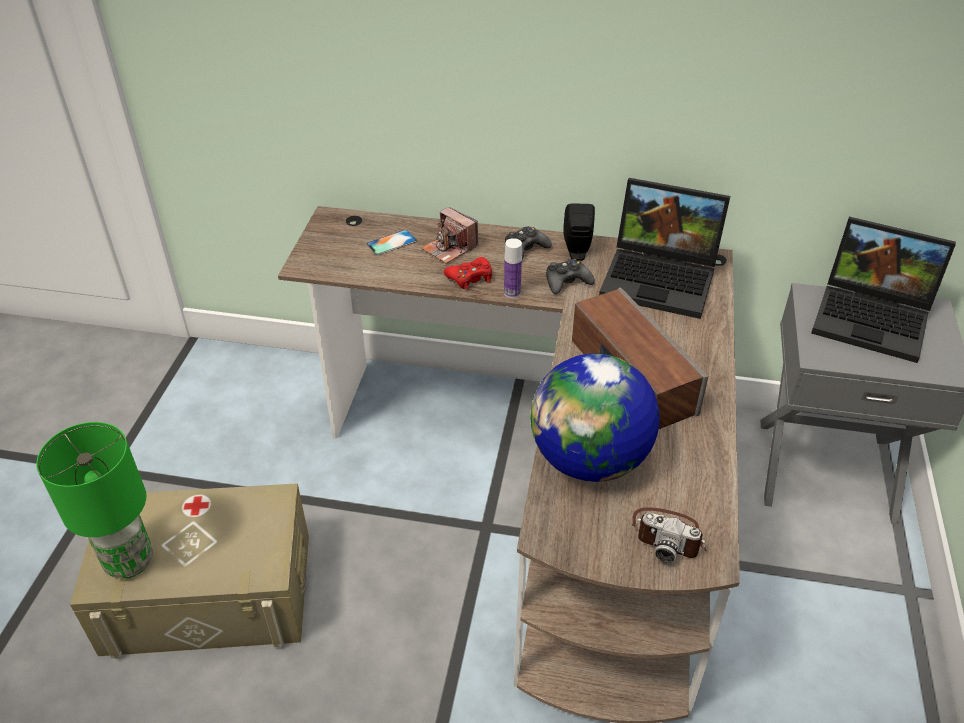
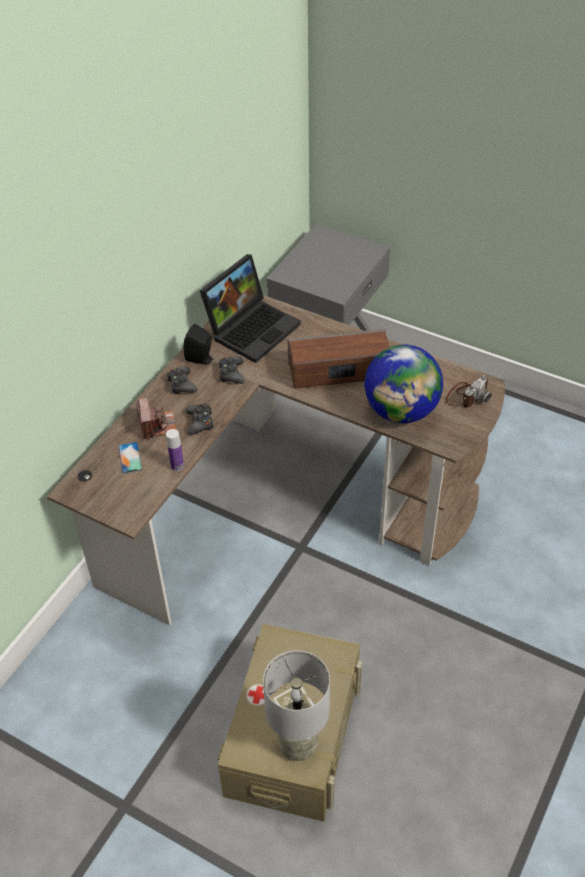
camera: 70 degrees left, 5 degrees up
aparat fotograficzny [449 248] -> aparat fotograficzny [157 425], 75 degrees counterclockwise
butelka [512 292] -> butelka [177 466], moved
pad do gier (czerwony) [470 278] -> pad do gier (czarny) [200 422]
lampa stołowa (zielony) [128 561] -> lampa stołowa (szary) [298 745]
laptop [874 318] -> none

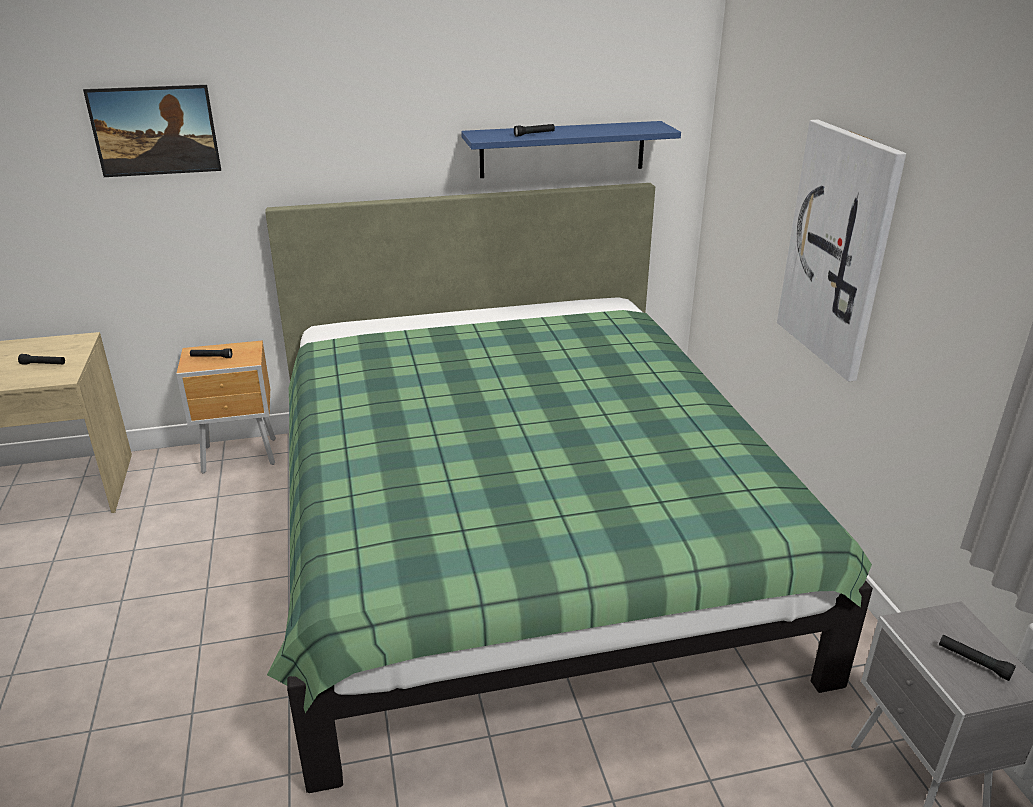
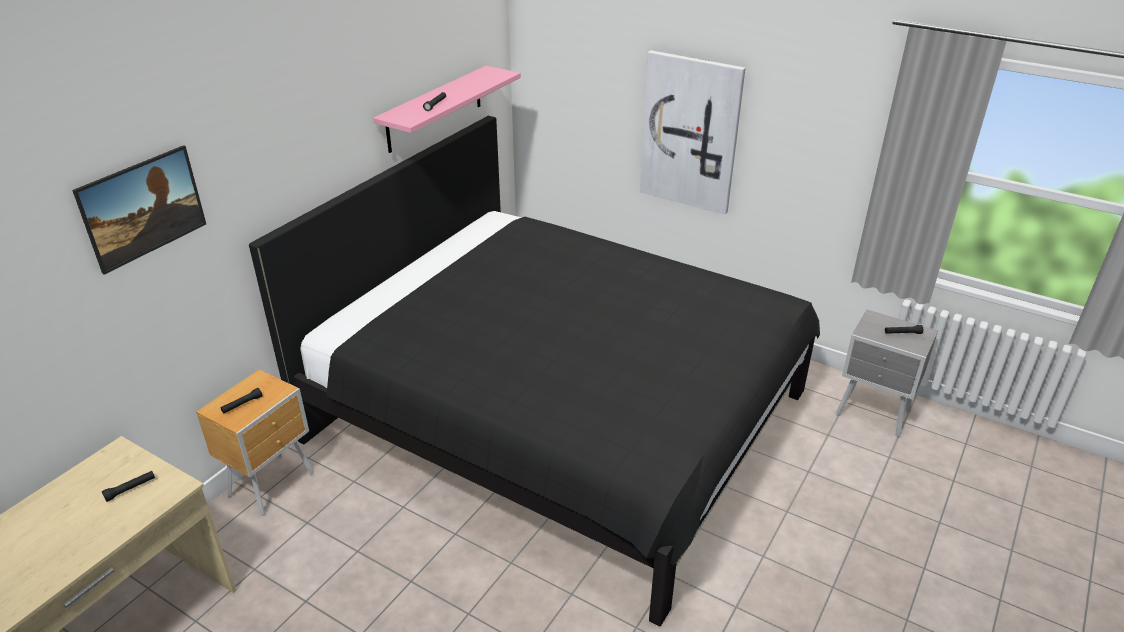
camera: 45 degrees left, 5 degrees up
łóżko (zielony) [517 539] -> łóżko (czarny) [560 417]
półka (niebieski) [562 149] -> półka (różowy) [435 109]

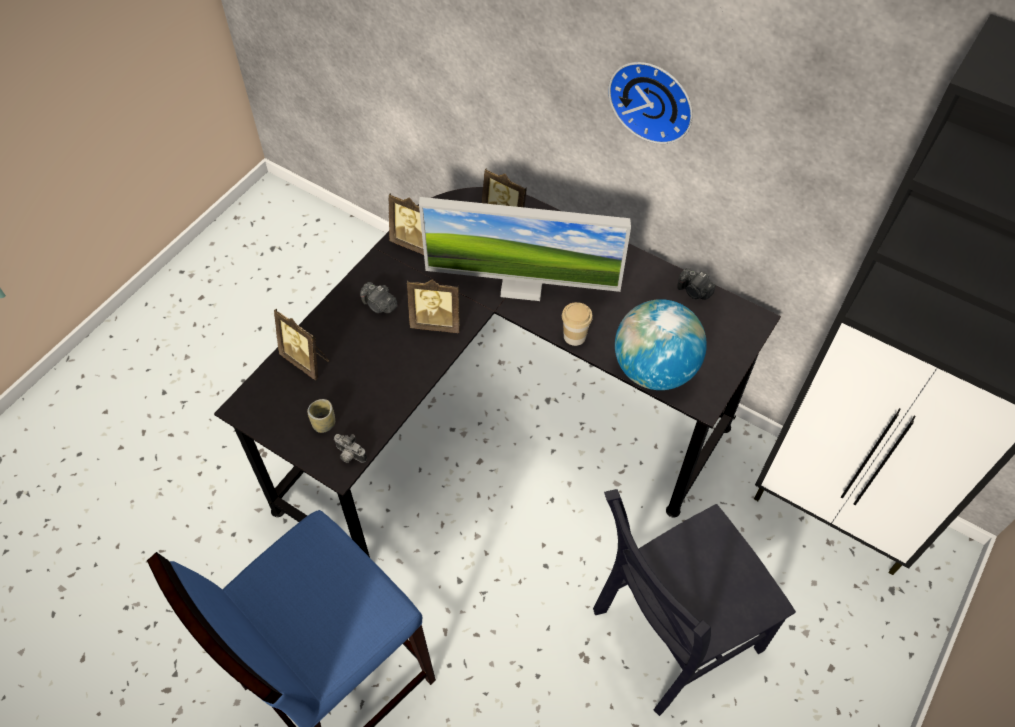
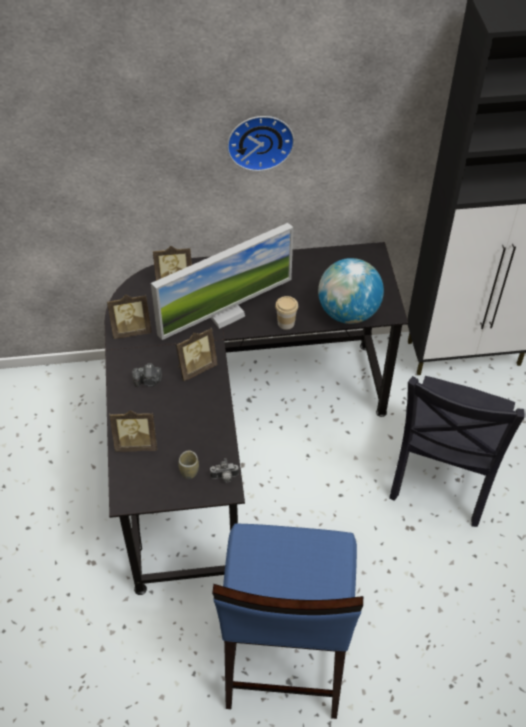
camera: 40 degrees left, 5 degrees down
aparat fotograficzny [694 291] -> none

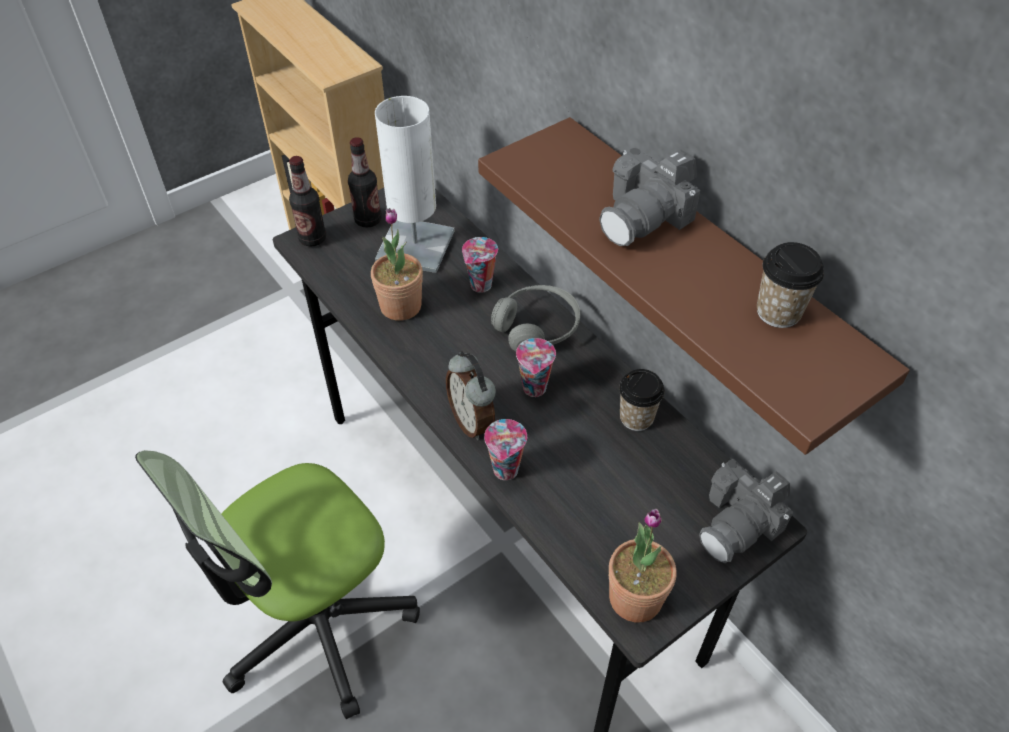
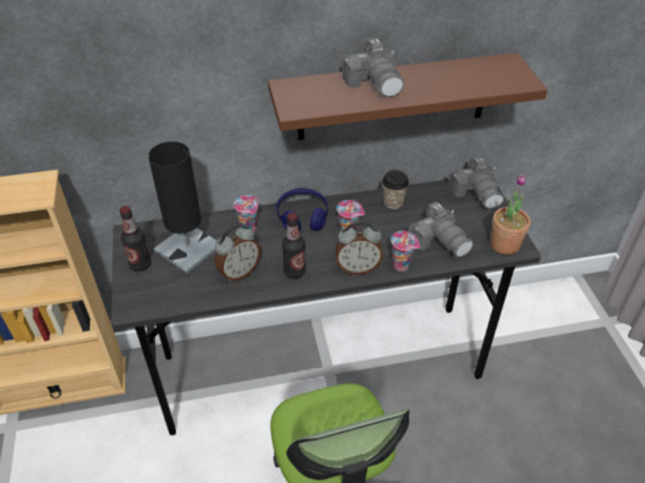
camera: 65 degrees left, 5 degrees down
lampa stołowa (biały) [415 246] -> lampa stołowa (czarny) [188 248]
roślina doniczkowa [400 306] -> budzik [239 272]
słuchawki (szary) [537 328] -> słuchawki (niebieski) [302 217]
butelka [312 239] -> butelka [294 272], moved
none -> aparat fotograficzny [440 241]
filiżanka [778 312] -> none

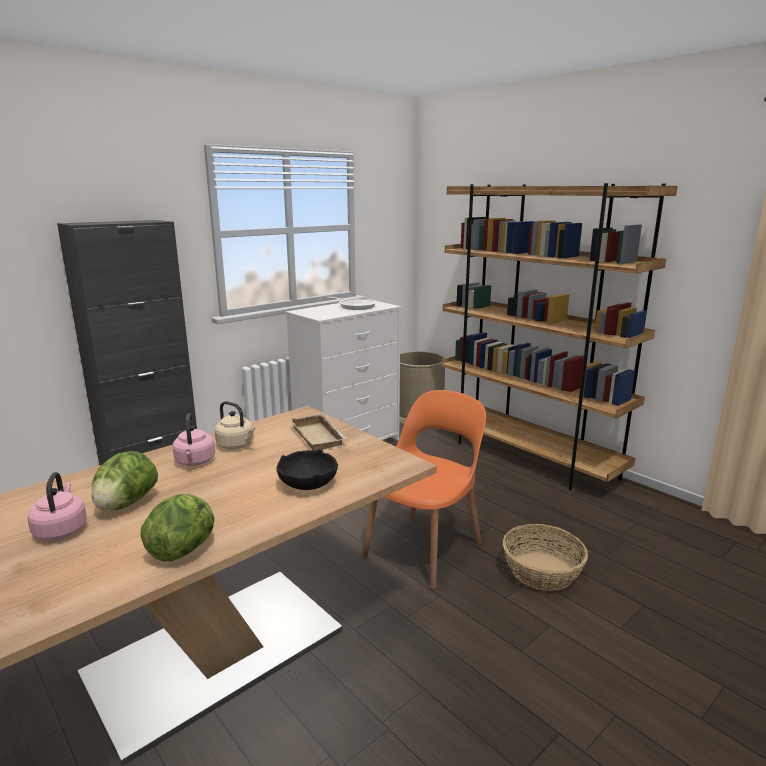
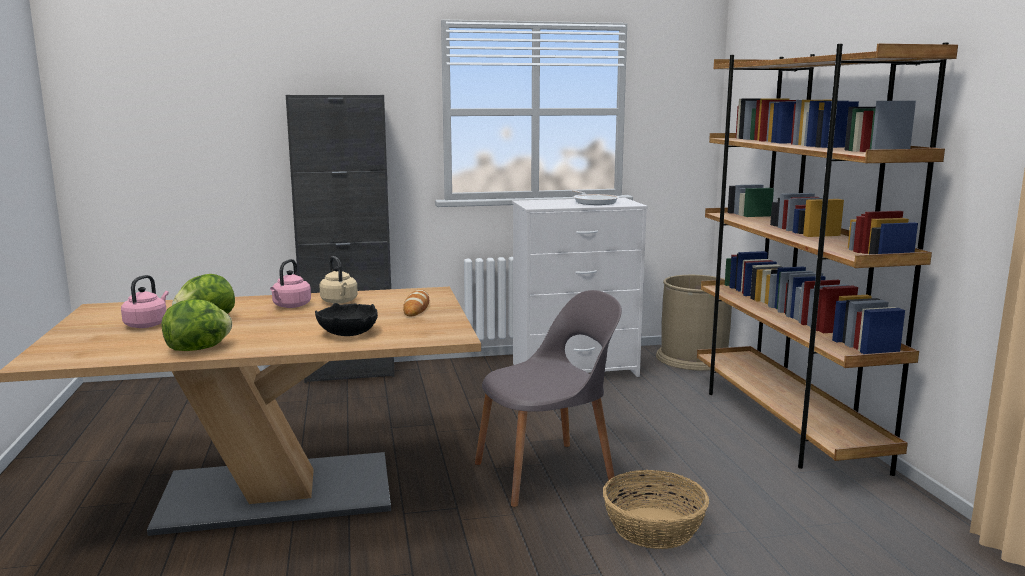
camera: 30 degrees right, 5 degrees down
taca (beżowy) [320 437] -> chleb [416 307]
krzesło (pomarańczowy) [425 547] -> krzesło (szary) [547 473]

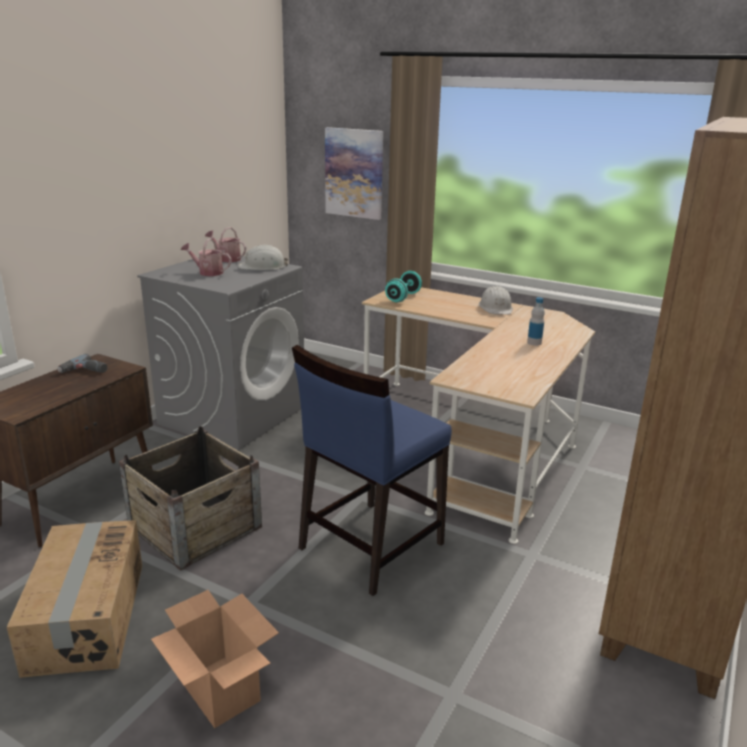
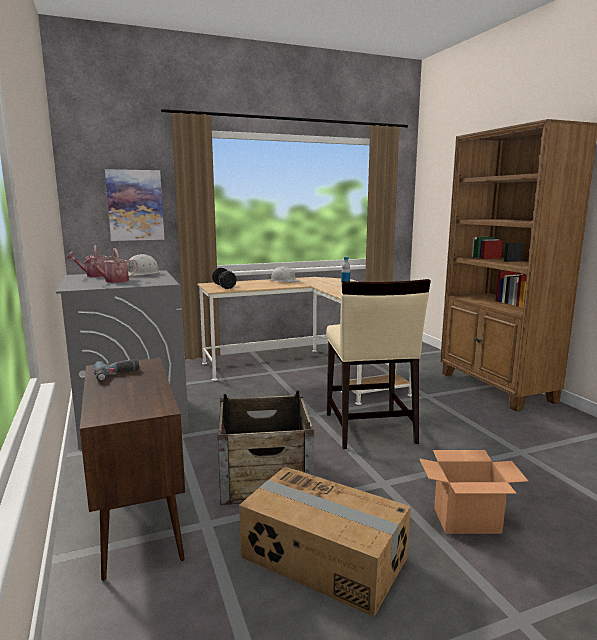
camera: 50 degrees left, 10 degrees down
hantel (turkusowy) [403 297] -> hantel (czarny) [224 287]
krzesło (niebieski) [369 546] -> krzesło (beżowy) [369 428]

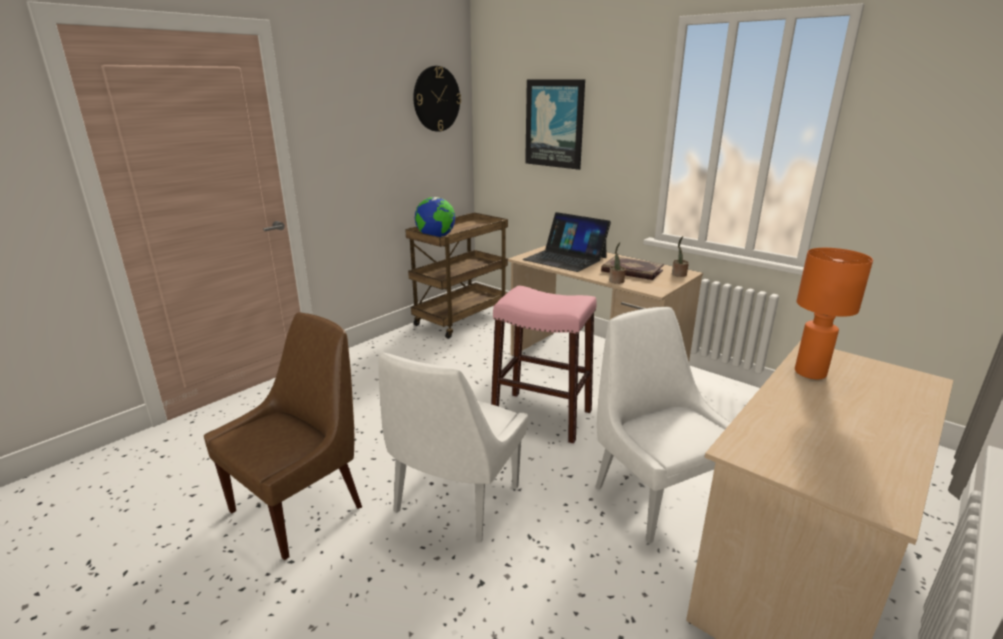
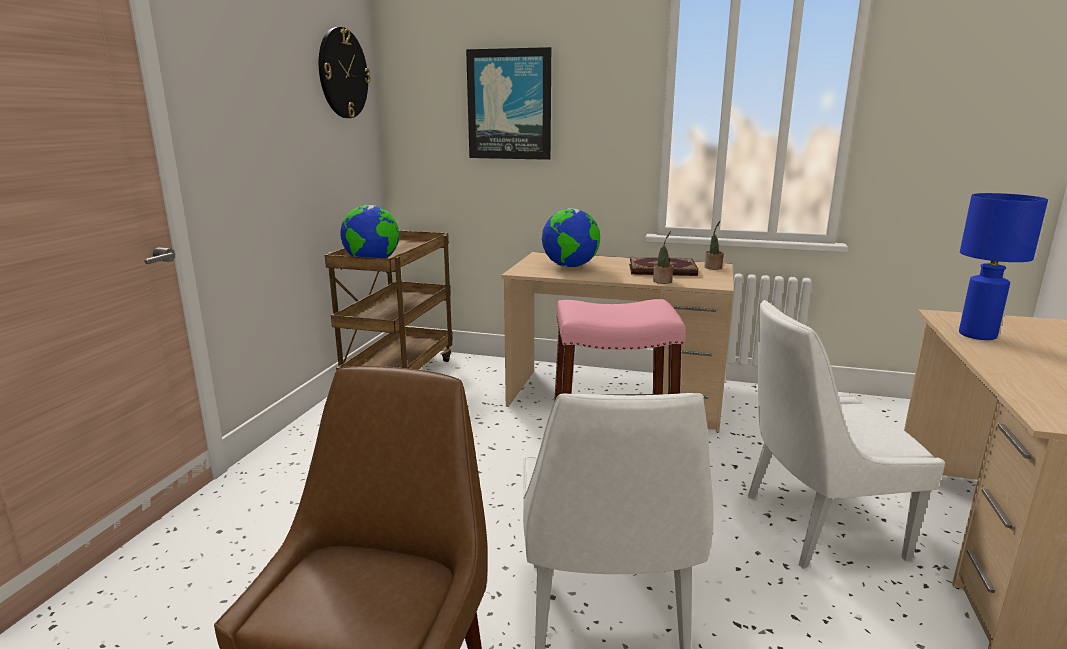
camera: 25 degrees left, 5 degrees down
laptop [565 258] -> globus [570 267]
krzesło (biały) [655 495] -> krzesło (biały) [816 526], 45 degrees counterclockwise
lampa stołowa (pomarańczowy) [810 373] -> lampa stołowa (niebieski) [977 335]

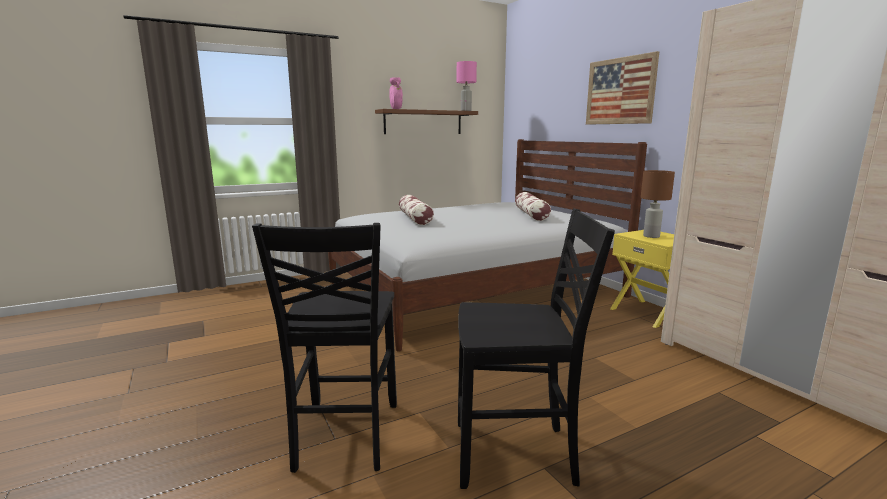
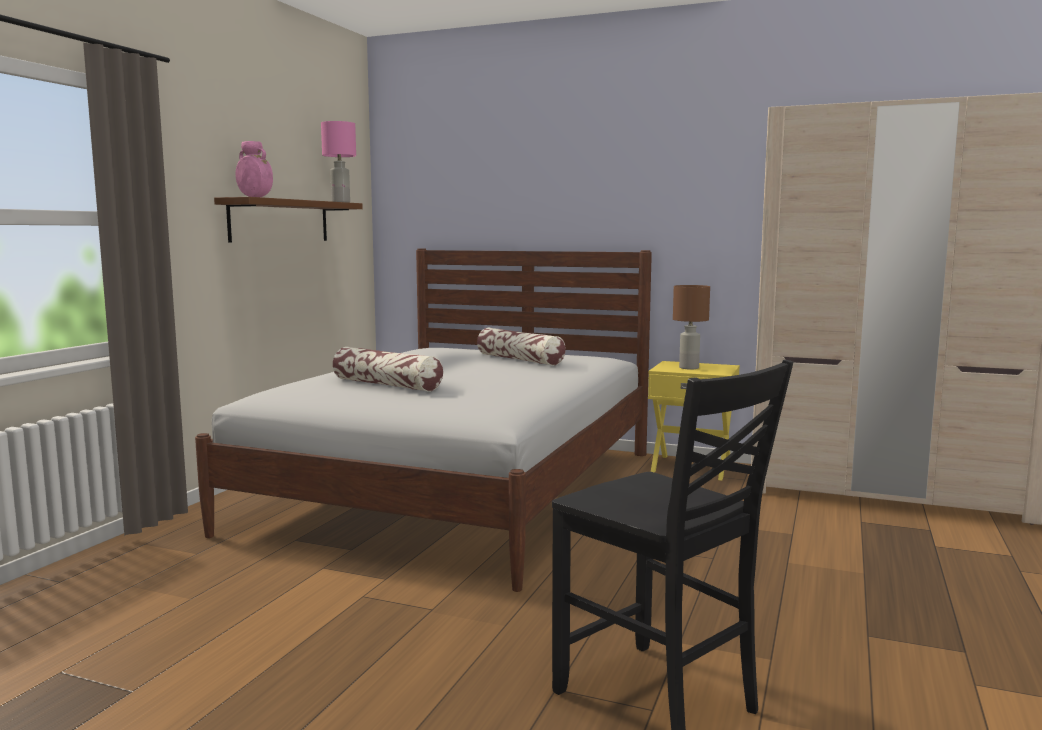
camera: 40 degrees left, 5 degrees down
krzesło (czarny) [516 455] -> none
obraz [620 91] -> none

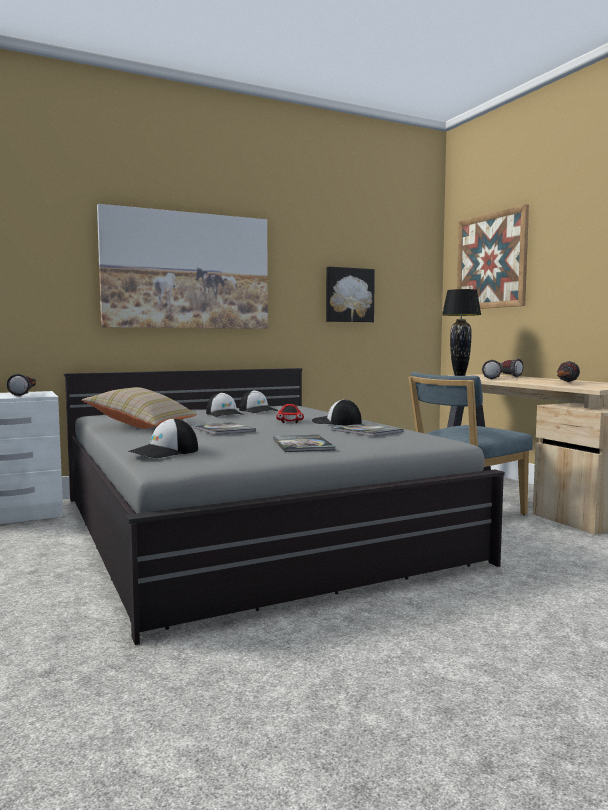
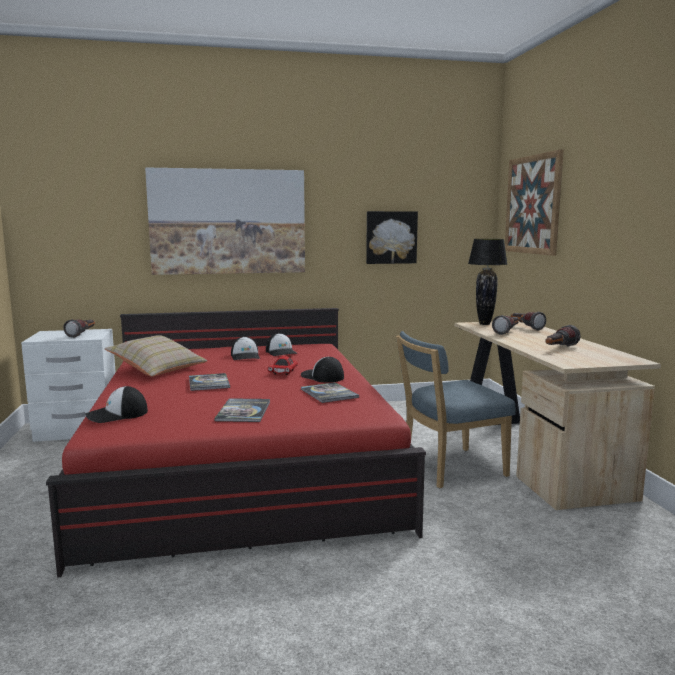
camera: 15 degrees right, 5 degrees up
łóżko (szary) [247 526] -> łóżko (czerwony) [242 463]

